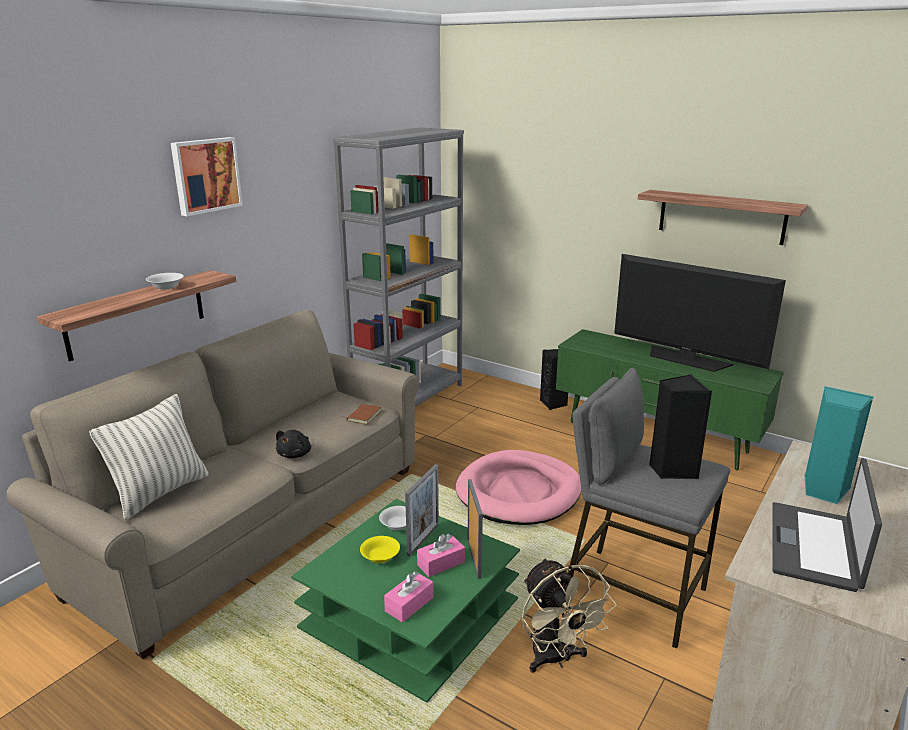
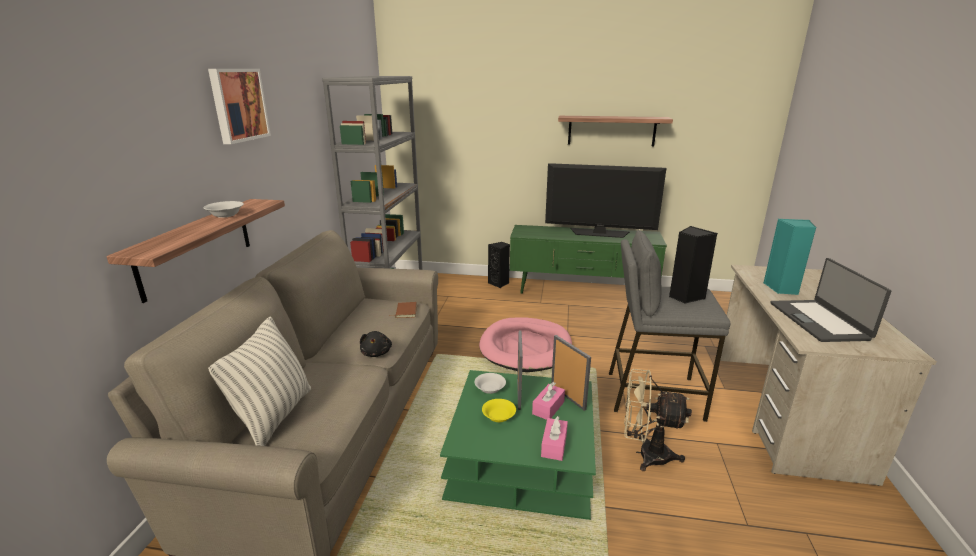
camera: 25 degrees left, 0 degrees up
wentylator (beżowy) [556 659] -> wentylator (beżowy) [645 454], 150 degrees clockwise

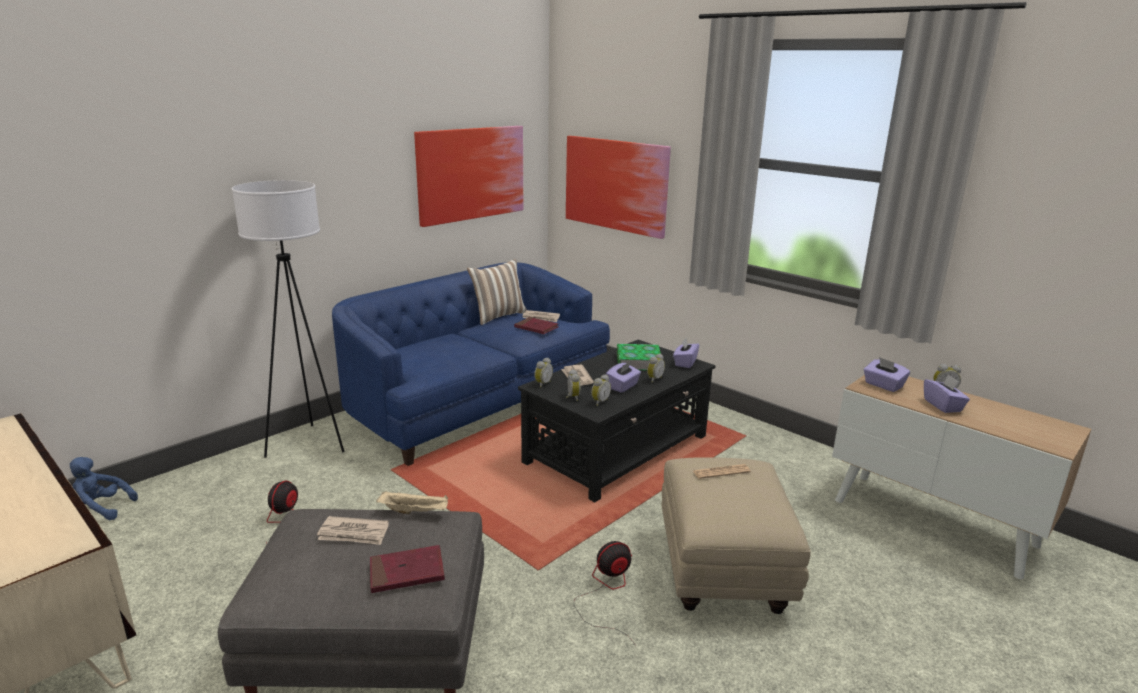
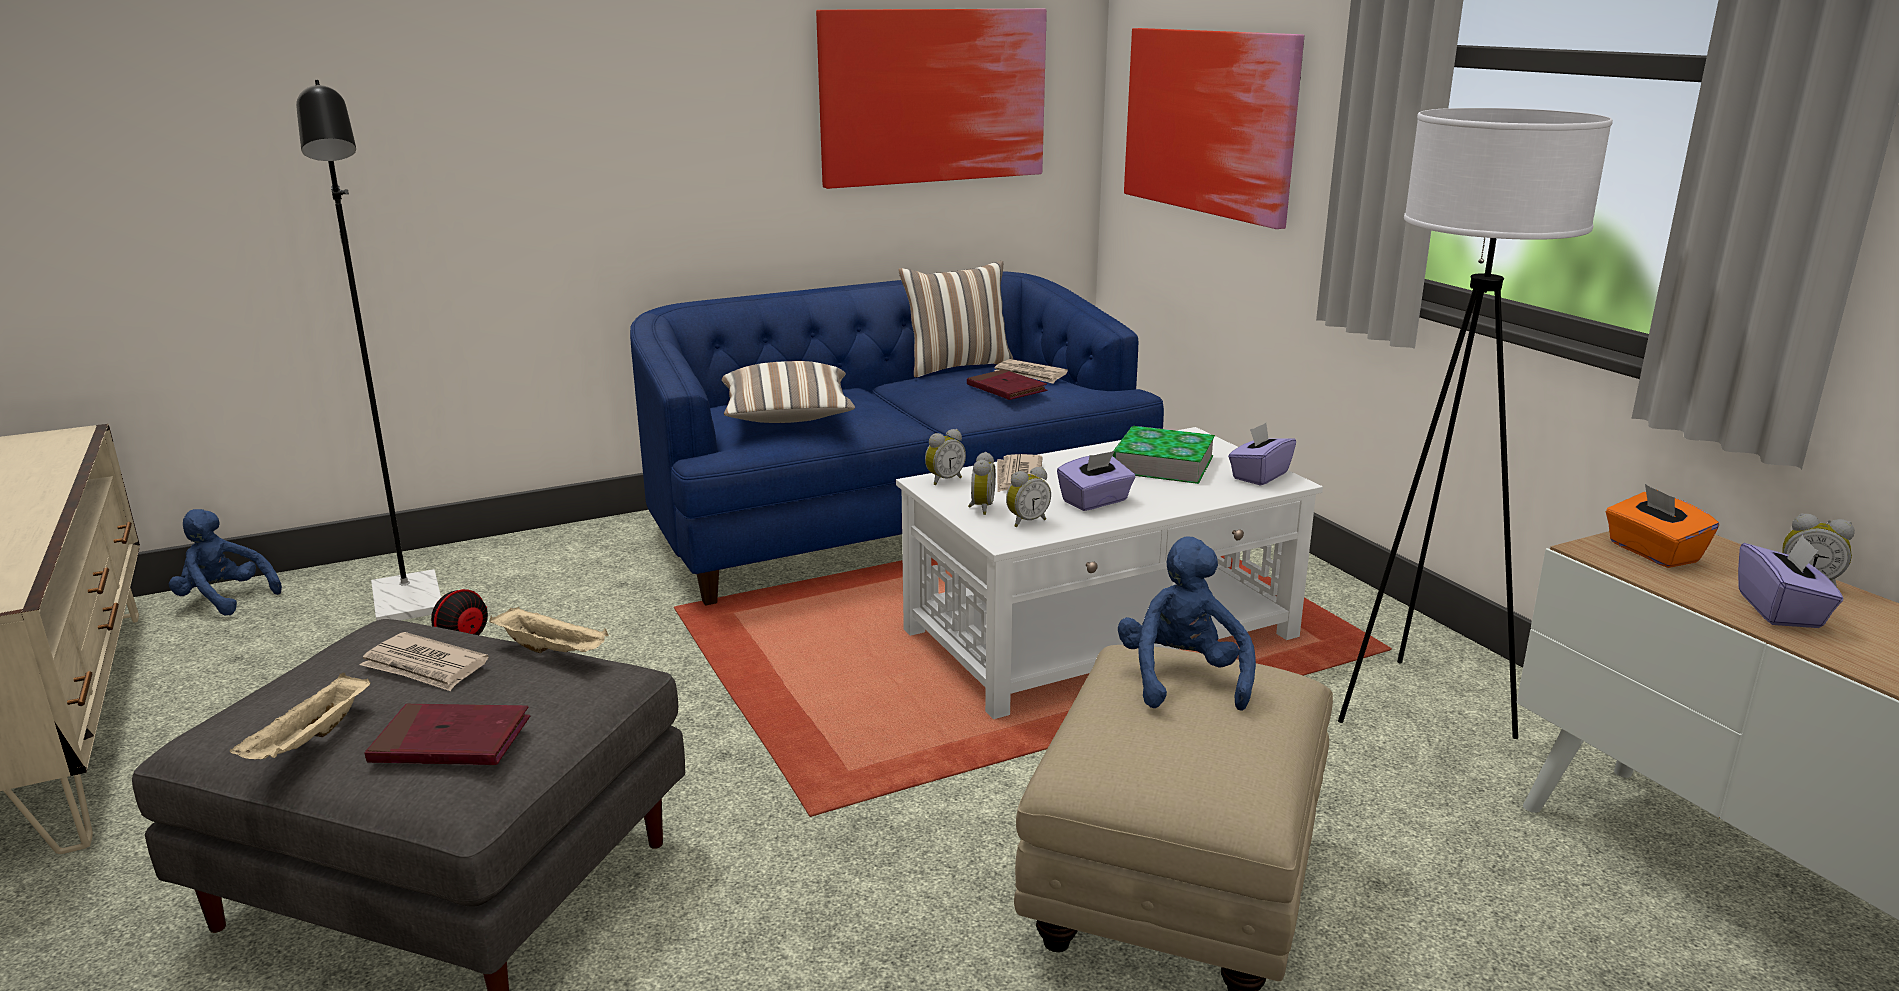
camera: 20 degrees right, 0 degrees up
none -> taca (beżowy) [310 741]
none -> lampa stojąca (czarny) [409 607]
none -> poduszka [788 418]
ława (czarny) [618 449] -> ława (biały) [1102 635]
gazeta [721 472] -> pluszak (niebieski) [1182 678]
lampa stojąca (biały) [308 444] -> lampa stojąca (biały) [1419 707], moved
pudełko chusteczek (fioletowy) [883 385] -> pudełko chusteczek (pomarańczowy) [1652 553]
wentylator [607 592] -> none
budzik [654 379] -> none

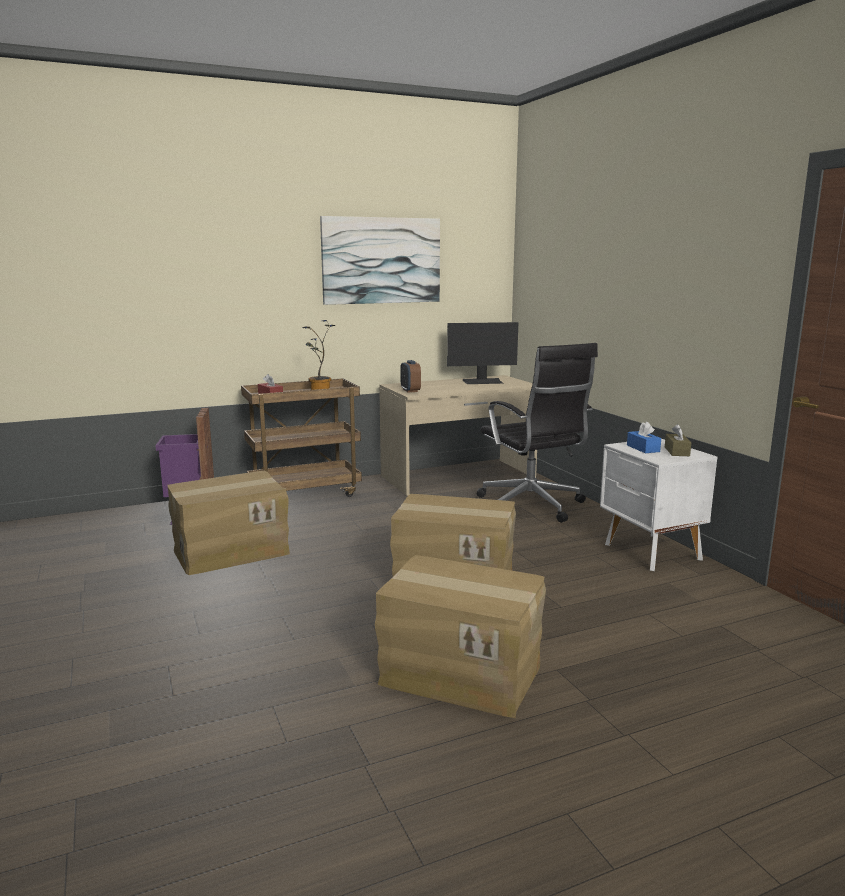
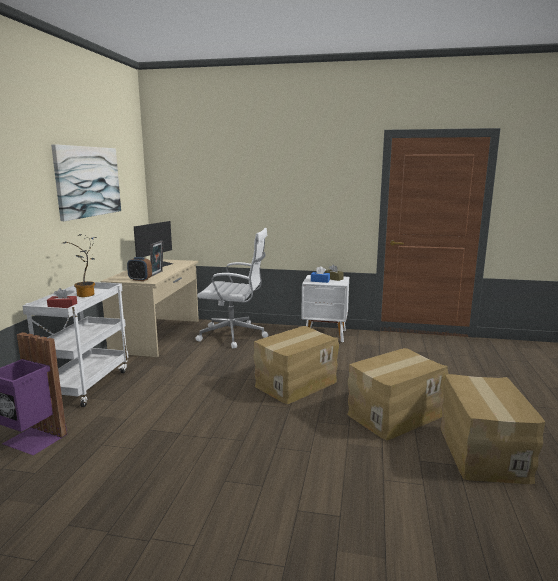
camera: 55 degrees left, 0 degrees up
wózek (brązowy) [305 494] -> wózek (biały) [86 384]
none -> ramka na zdjęcie [157 274]
krzesło biurowe (czarny) [531 506] -> krzesło biurowe (biały) [234 335]
karton [231 551] -> karton [481 452], moved

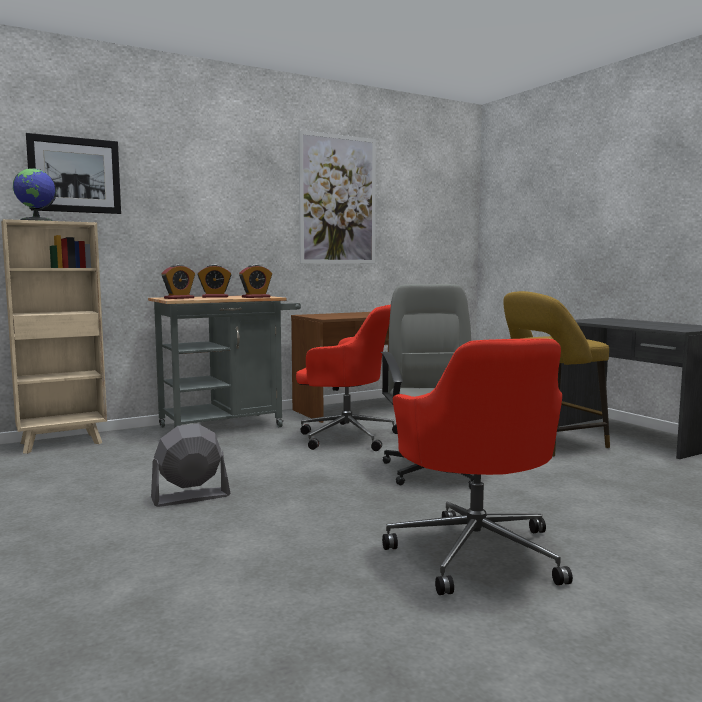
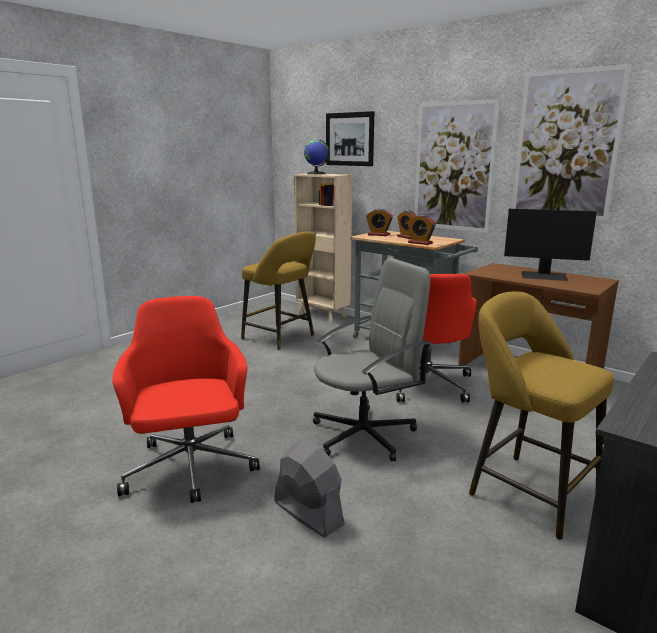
camera: 70 degrees right, 10 degrees up
krzesło biurowe (czerwony) [476 552] -> krzesło biurowe (czerwony) [190 469], 105 degrees clockwise
none -> stołek (żółty) [281 338]
wentylator (szary) [190 497] -> wentylator (szary) [308 513], moved
none -> obraz [454 167]
none -> monitor [544 276]

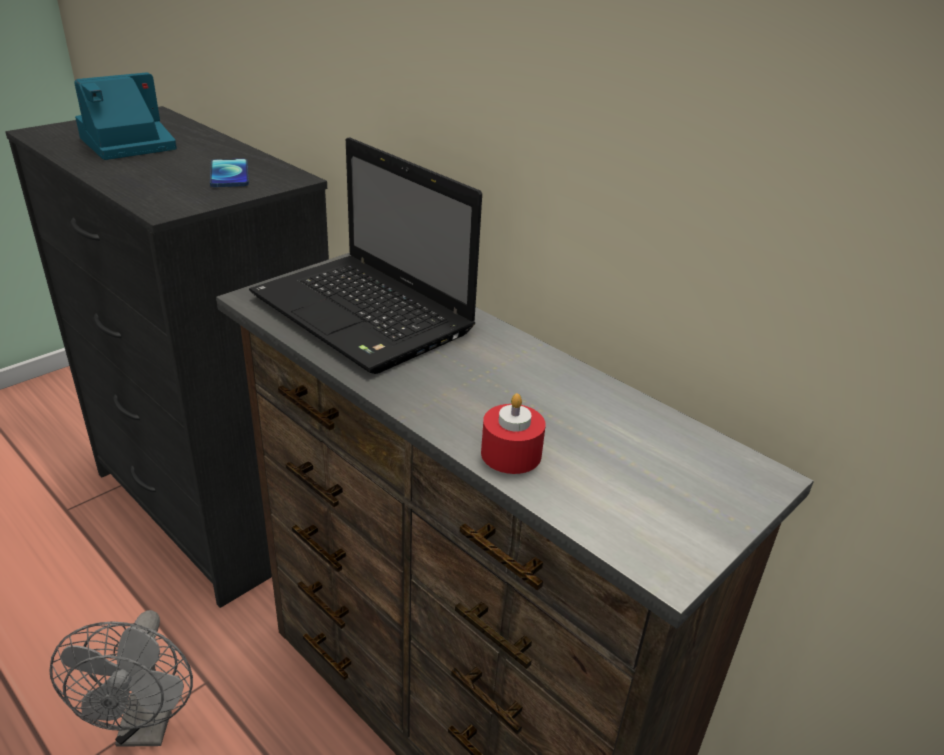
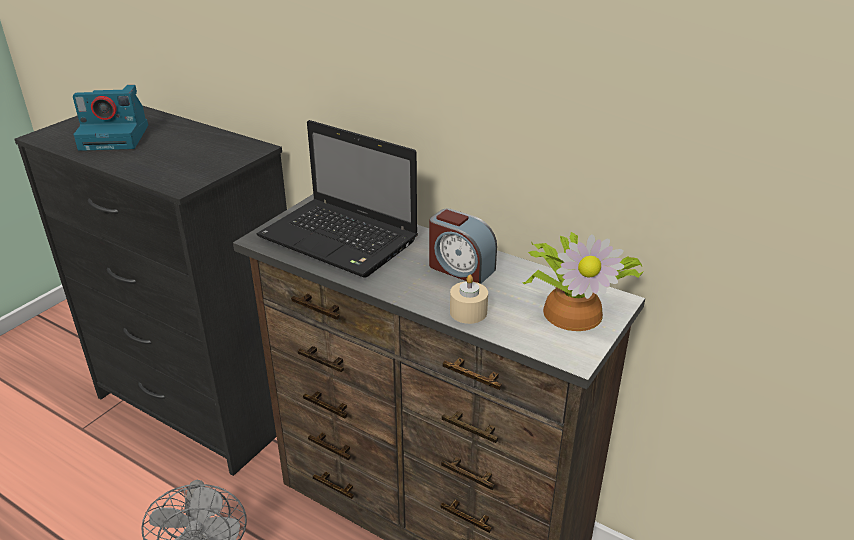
camera: 10 degrees left, 0 degrees up
aparat fotograficzny [126 144] -> aparat fotograficzny [116 137], 135 degrees counterclockwise
none -> budzik [460 268]
świeca (czerwony) [511 454] -> świeca (beżowy) [468 312]
none -> roślina doniczkowa [574 310]
telefon [229 174] -> none

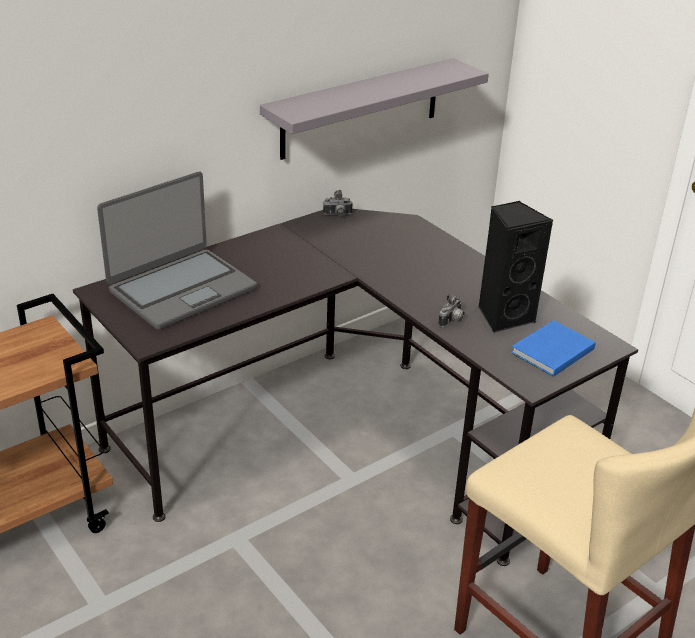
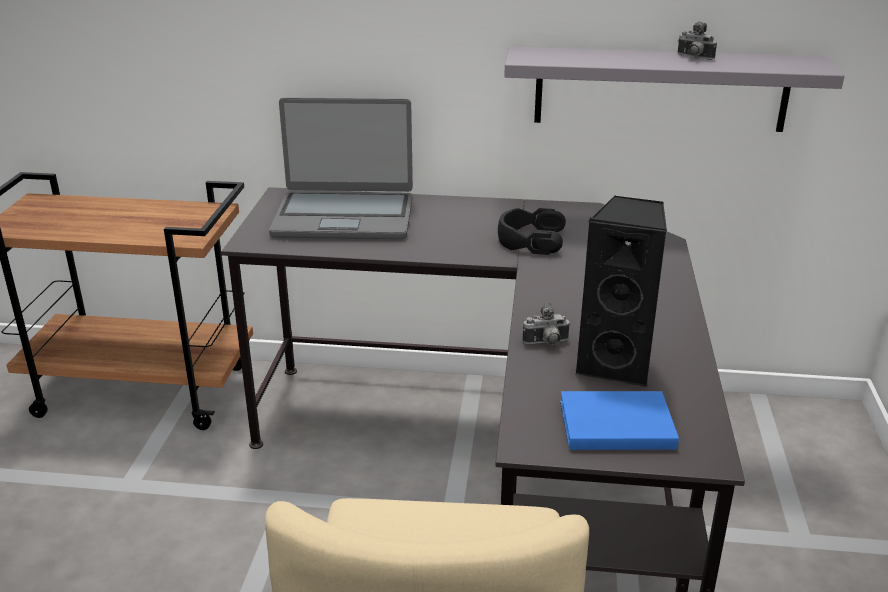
camera: 45 degrees right, 5 degrees down
none -> słuchawki (czarny) [530 240]
aparat fotograficzny [337 215] -> aparat fotograficzny [693 57], moved

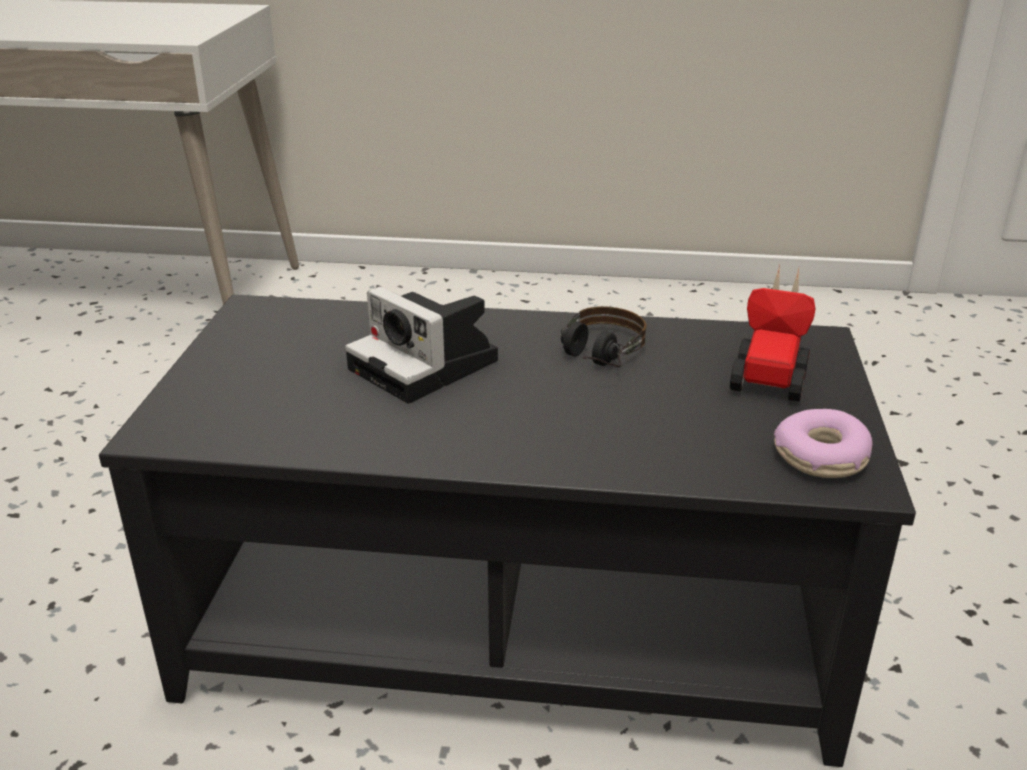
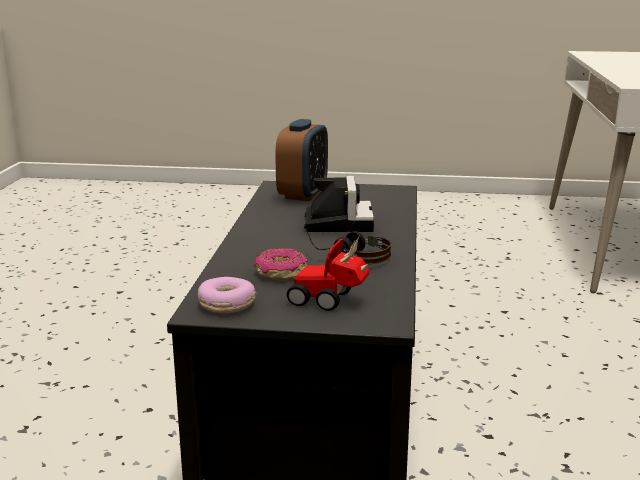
camera: 90 degrees right, 10 degrees down
none -> donut [280 273]
none -> budzik [303 194]
aparat fotograficzny [428 366] -> aparat fotograficzny [337 222], 135 degrees clockwise

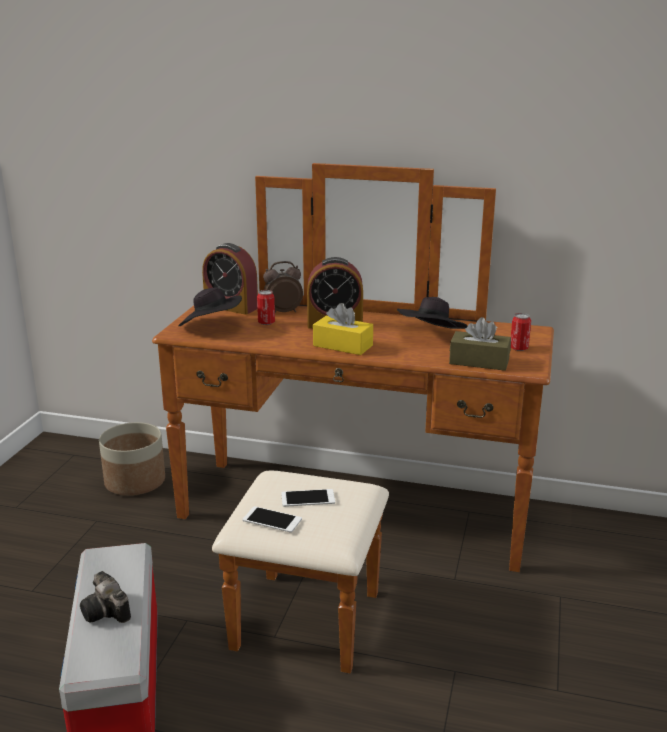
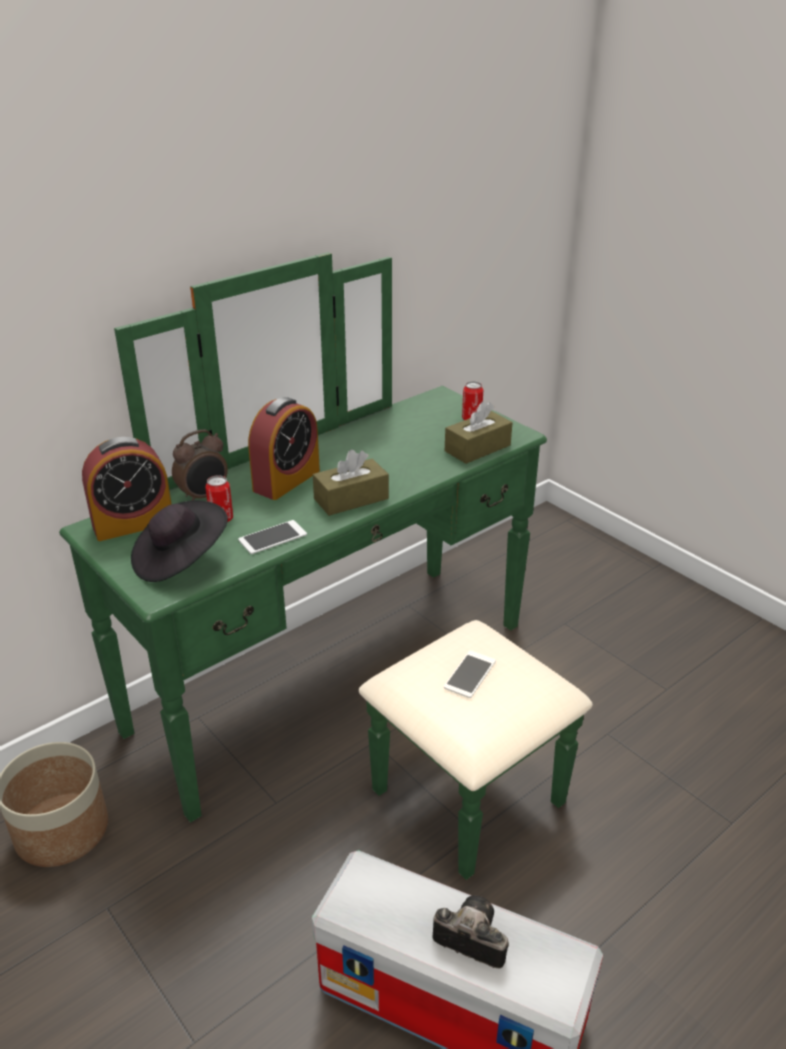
camera: 55 degrees left, 10 degrees up
komoda (brązowy) [345 533] -> komoda (zielony) [361 700]
budzik [283 312] -> budzik [204 496], 150 degrees counterclockwise
telefon [272 520] -> telefon [272 537], moved
pudełko chusteczek (żółty) [343 345] -> pudełko chusteczek (brązowy) [351 499]
aparat fotograficzny [107 612] -> aparat fotograficzny [468 938], 150 degrees counterclockwise
kapelusz (czarny) [431 337] -> none

